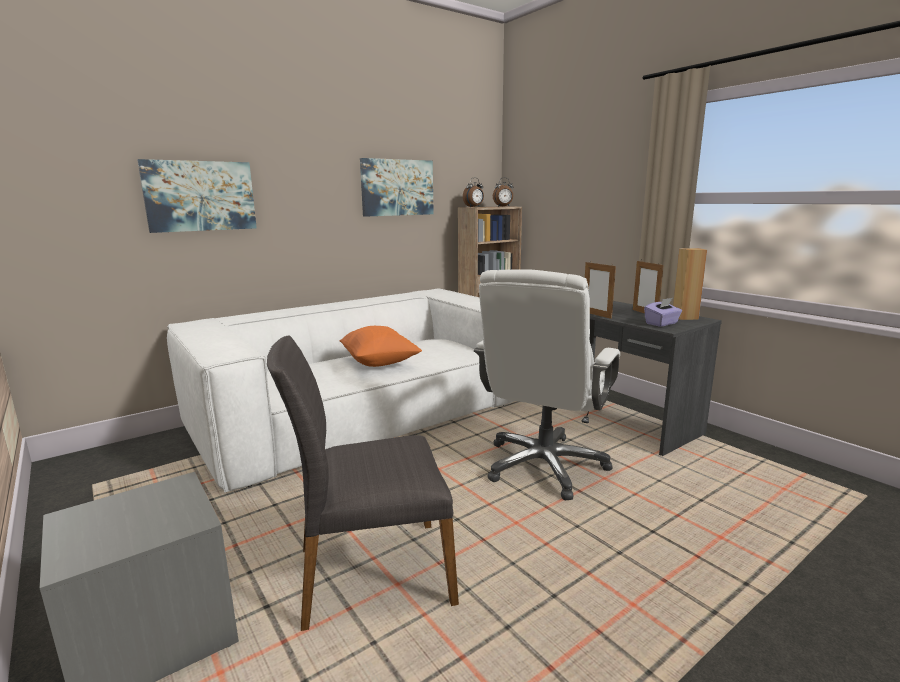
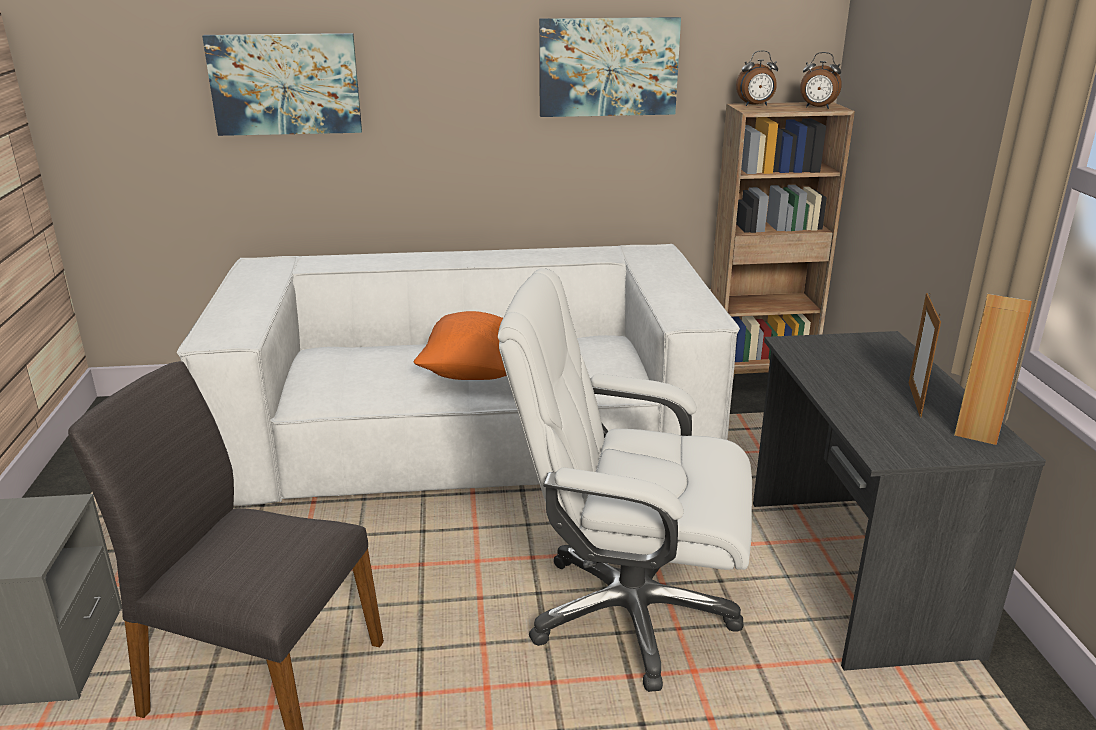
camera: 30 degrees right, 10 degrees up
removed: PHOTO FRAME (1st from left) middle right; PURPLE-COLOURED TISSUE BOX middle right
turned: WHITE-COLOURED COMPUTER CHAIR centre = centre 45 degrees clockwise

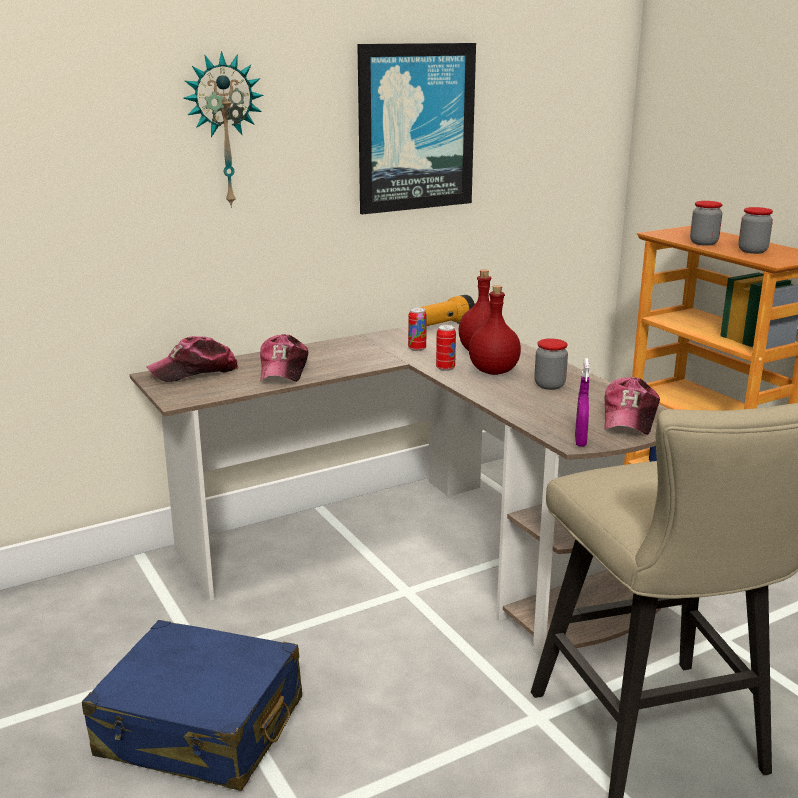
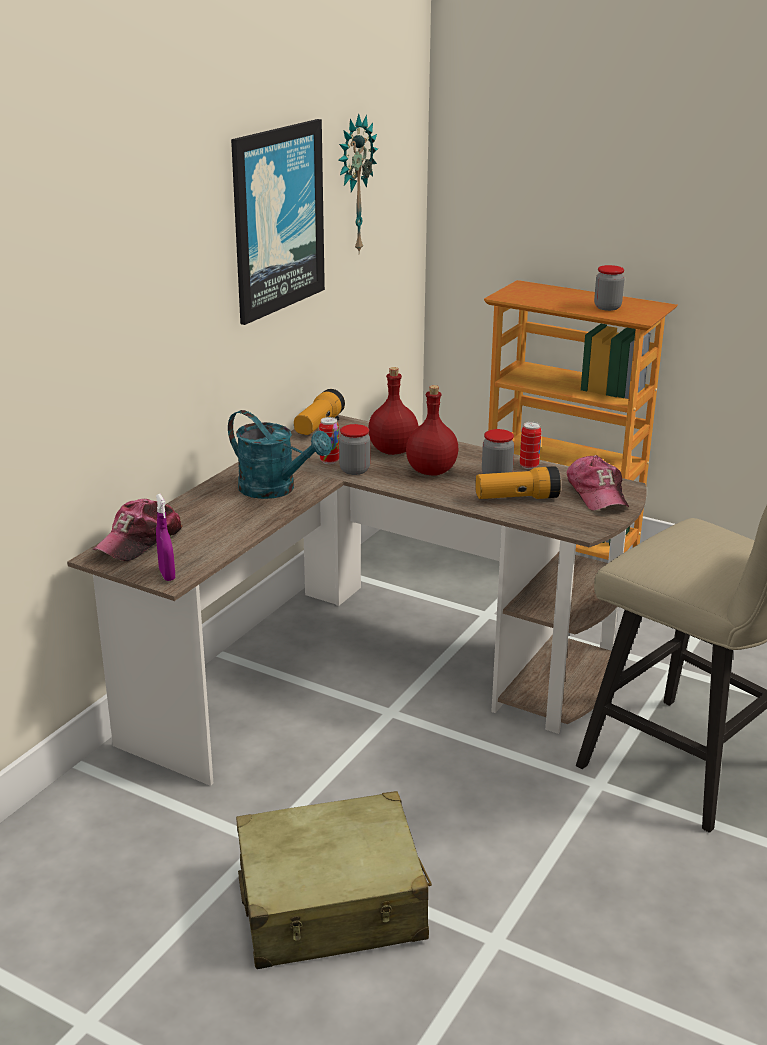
camera: 30 degrees left, 5 degrees up
removed: PEAKED CAP (2nd from left) centre
added: TURQUOISE WATERING CAN centre; TORCH (2nd from left) middle right
moved: WALL CLOCK top left to top centre; CAN (2nd from left) centre to middle right; PURPLE-COLOURED SPRAYER middle right to middle left; JAR (2nd from left in the first image) top right to JAR (1st from left) centre
recoloured: BLUISH PIECE OF LUGGAGE bottom left to BEIGE-COLOURED PIECE OF LUGGAGE bottom centre

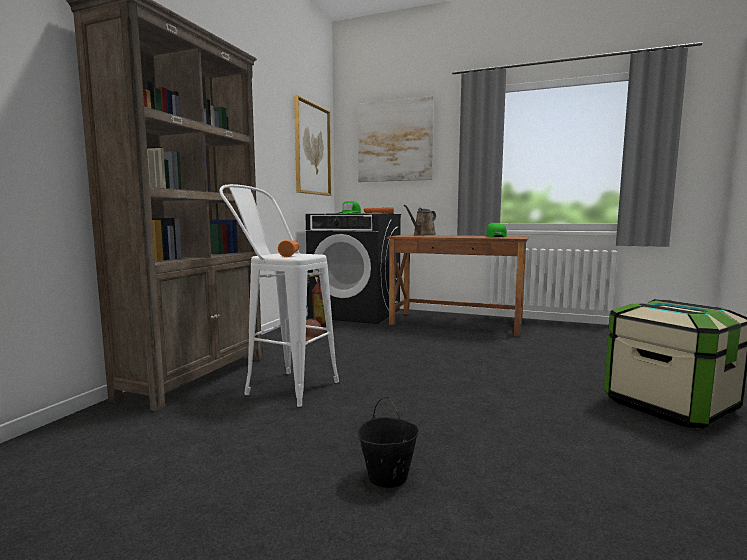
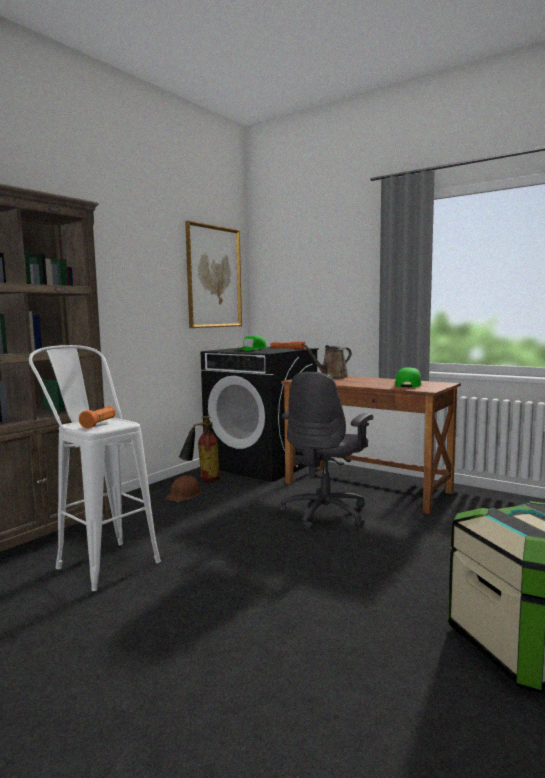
camera: 15 degrees right, 0 degrees up
removed: PICTURE (2nd from left) top centre; BLACK-COLOURED BUCKET bottom centre
added: GREYISH COMPUTER CHAIR centre

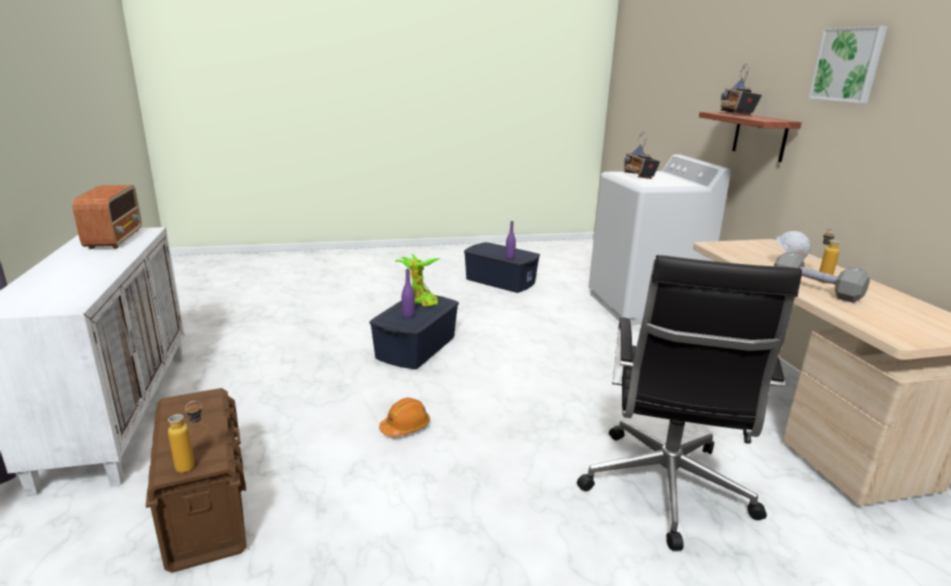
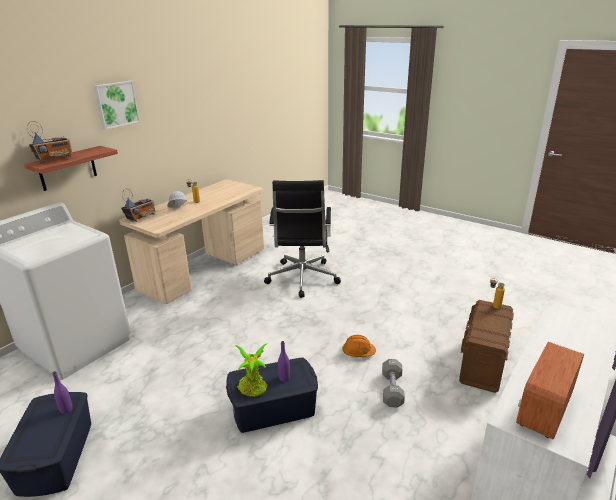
camera: 130 degrees left, 5 degrees up
moved: RADIO RECEIVER (2nd from left) top right to middle left; GREYISH FREE WEIGHT middle right to bottom centre
turned: BLACK-COLOURED COMPUTER CHAIR bottom right = centre 120 degrees clockwise

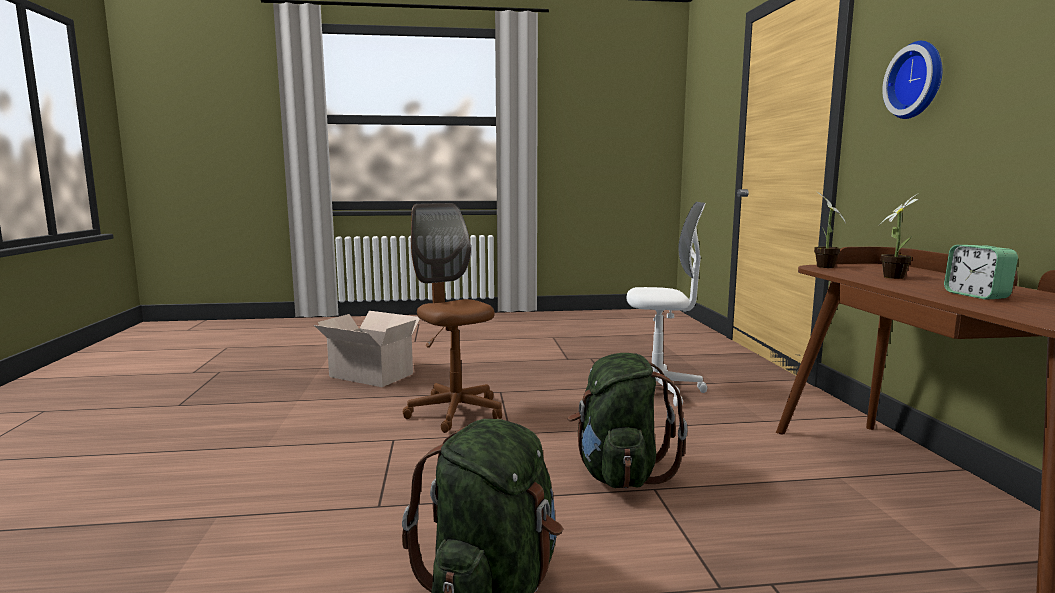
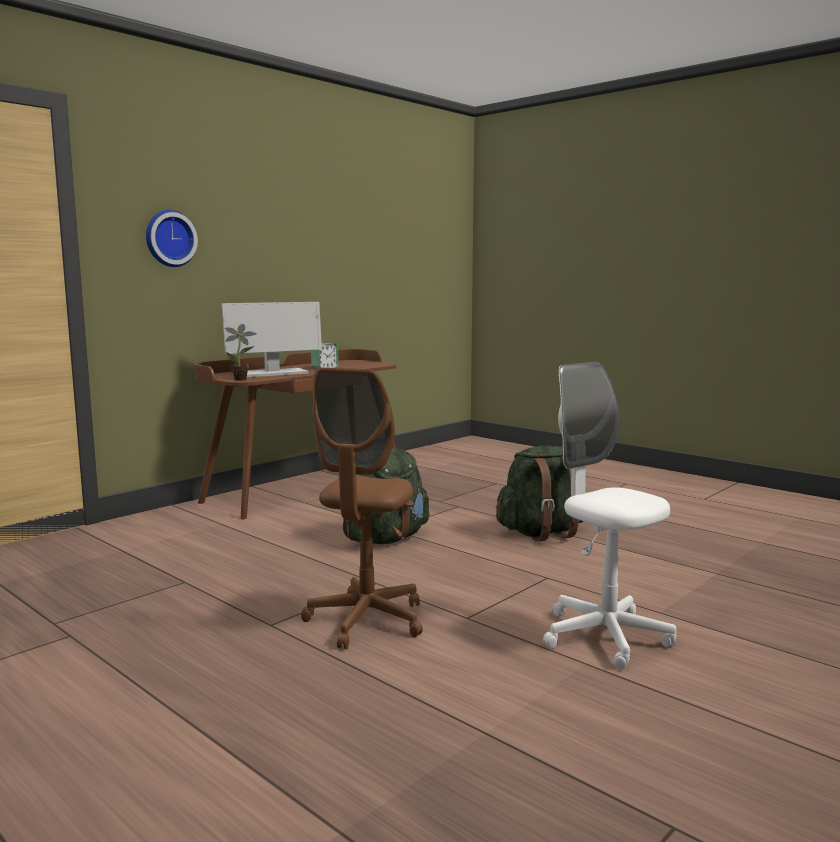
camera: 130 degrees left, 0 degrees up
removed: PACKING BOX centre
moved: WHITE-COLOURED COMPUTER CHAIR centre to middle right
replaced: PLANT IN A POT (2nd from left) middle right to COMPUTER DISPLAY middle left

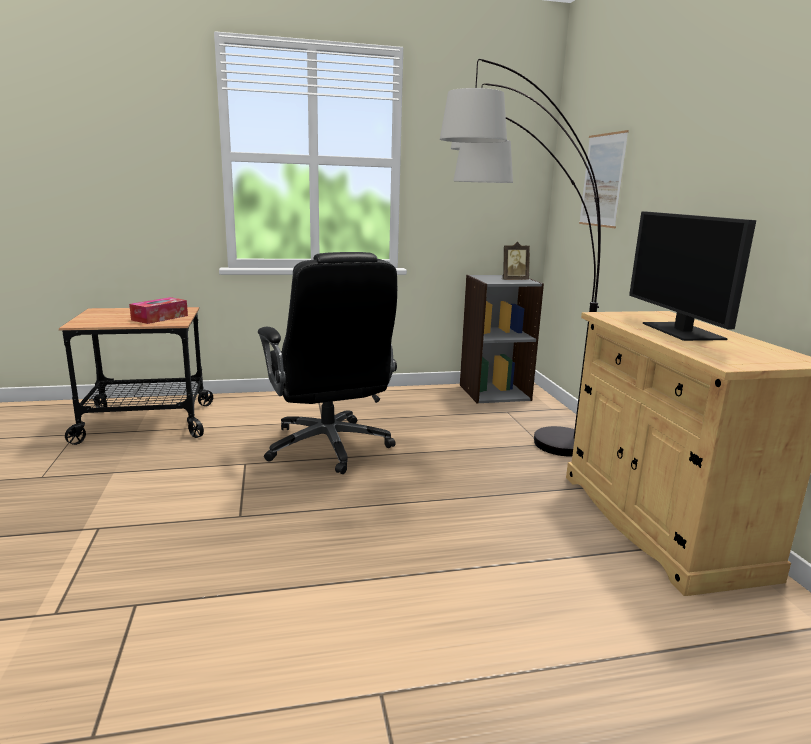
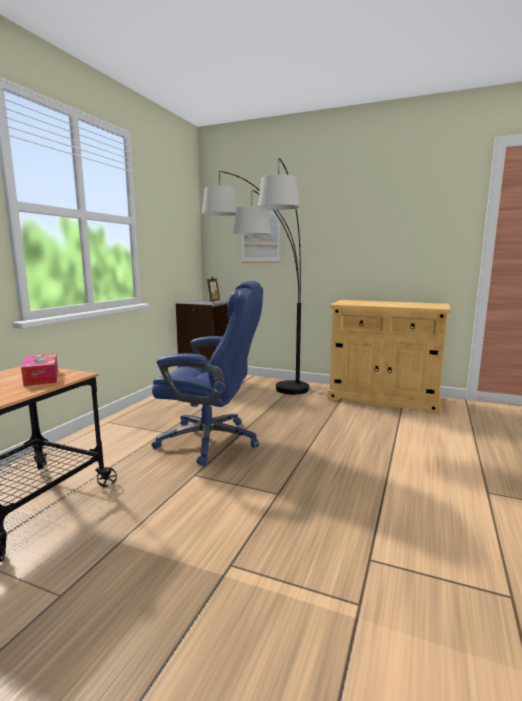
camera: 55 degrees left, 5 degrees down
removed: COMPUTER DISPLAY middle right
recoloured: BLACK-COLOURED COMPUTER CHAIR centre to BLUISH COMPUTER CHAIR centre

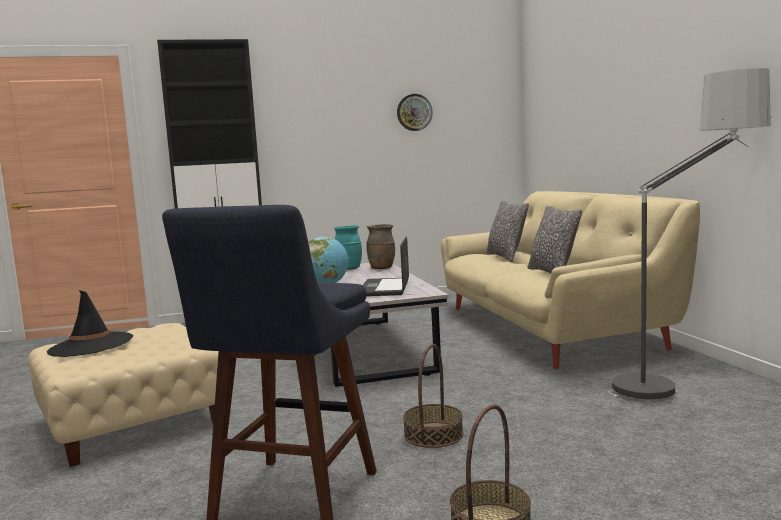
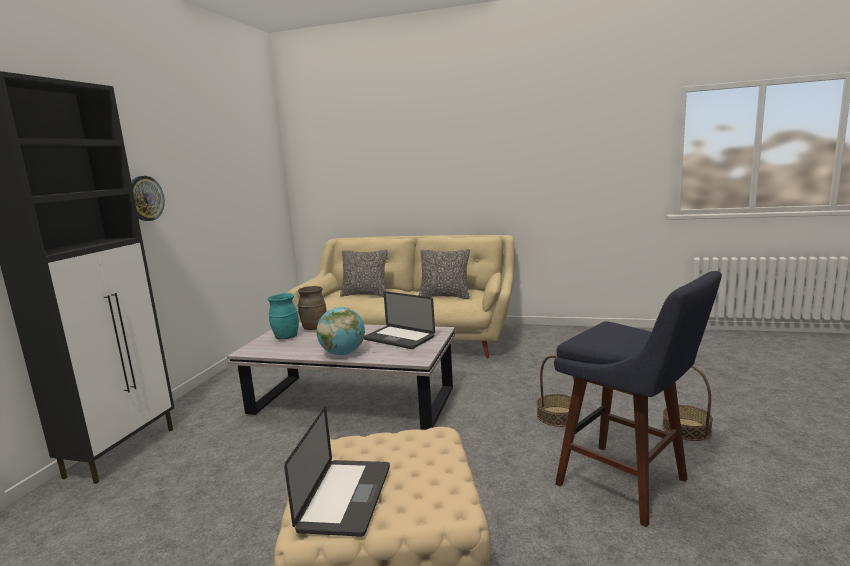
camera: 60 degrees left, 5 degrees up
removed: STANDING LAMP middle right
moved: WALL CLOCK top centre to middle left
replaced: BLACK-COLOURED WEARABLE HAT middle left to LAPTOP (1st from left) bottom centre

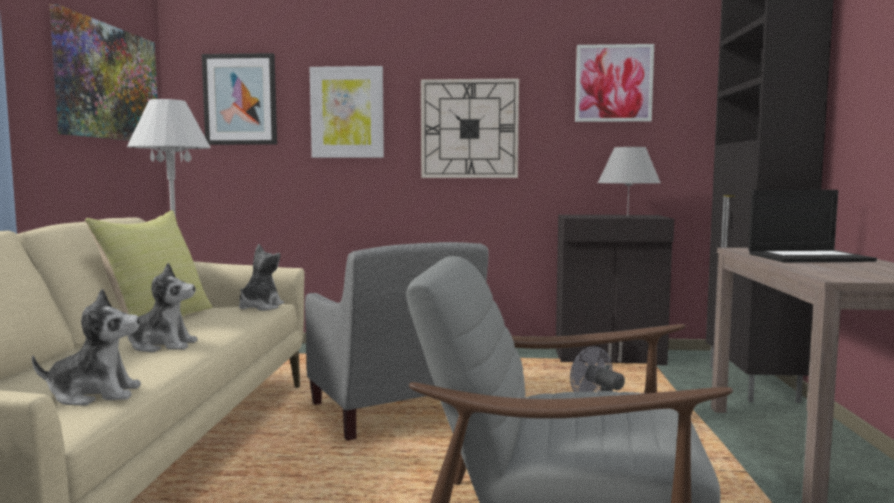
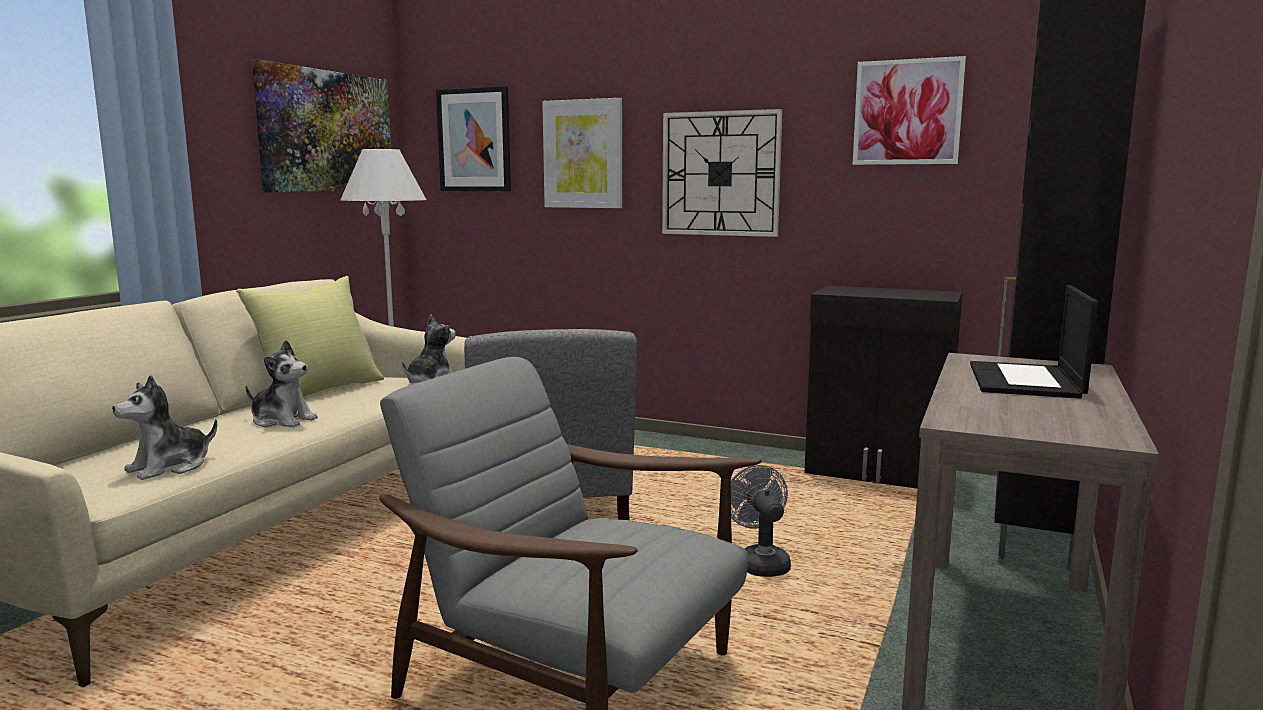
camera: 20 degrees right, 5 degrees up
removed: GREYISH LAMP FOR A TABLE middle right
turned: SOFT TOY (1st from left) bottom left = middle left 120 degrees clockwise; LAPTOP middle right = middle right 90 degrees clockwise

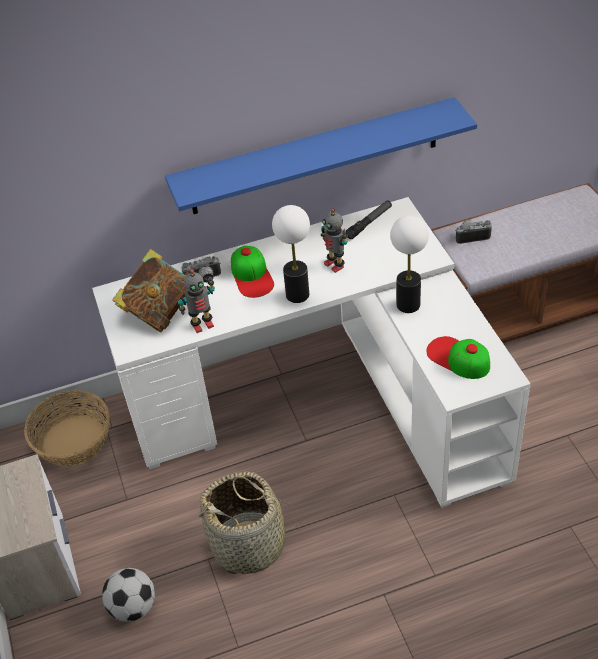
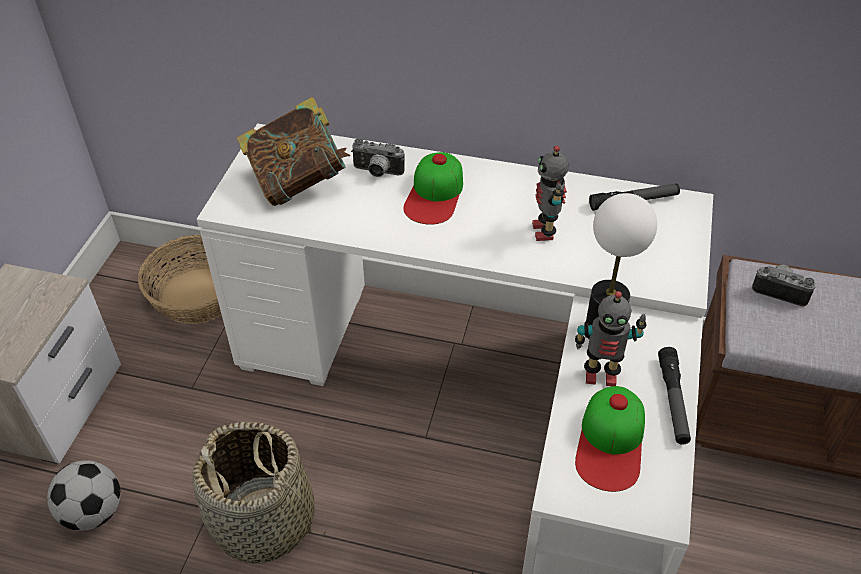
camera: 30 degrees right, 0 degrees up
removed: BLUISH SHELF top centre; LAMP FOR A TABLE (1st from left) centre
added: TORCH (2nd from left) bottom right
moved: ROBOT FIGURE (1st from left in the first image) middle left to ROBOT FIGURE (2nd from left) middle right
turned: PEAKED CAP (2nd from left) middle right = bottom right 150 degrees counterclockwise

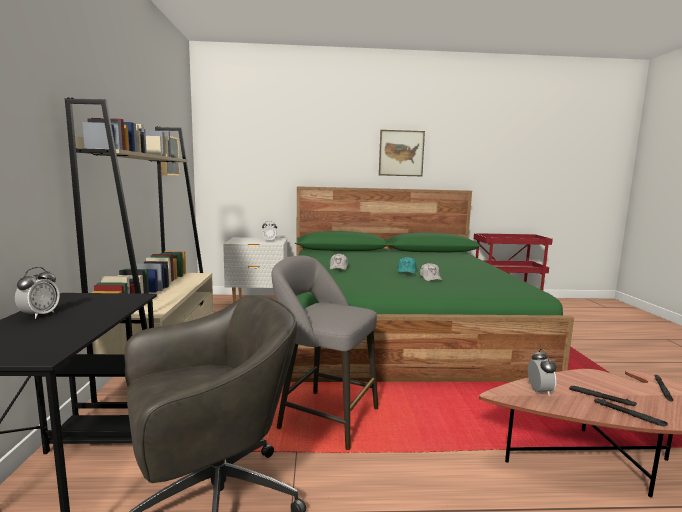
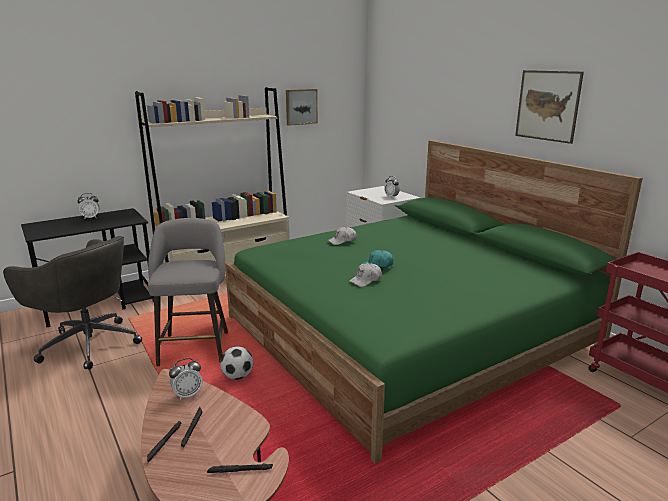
camera: 60 degrees right, 10 degrees up
added: FOOTBALL bottom centre

